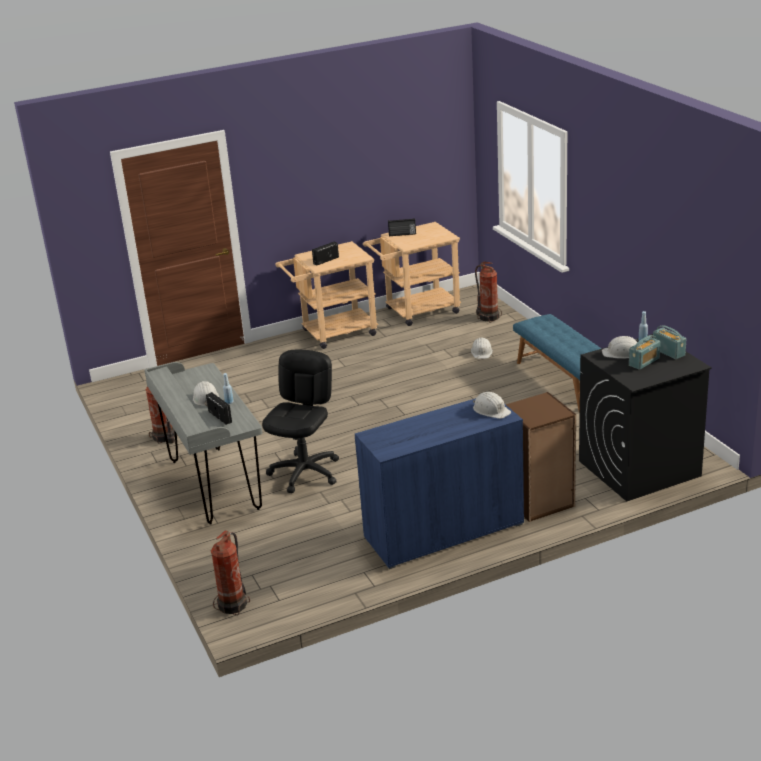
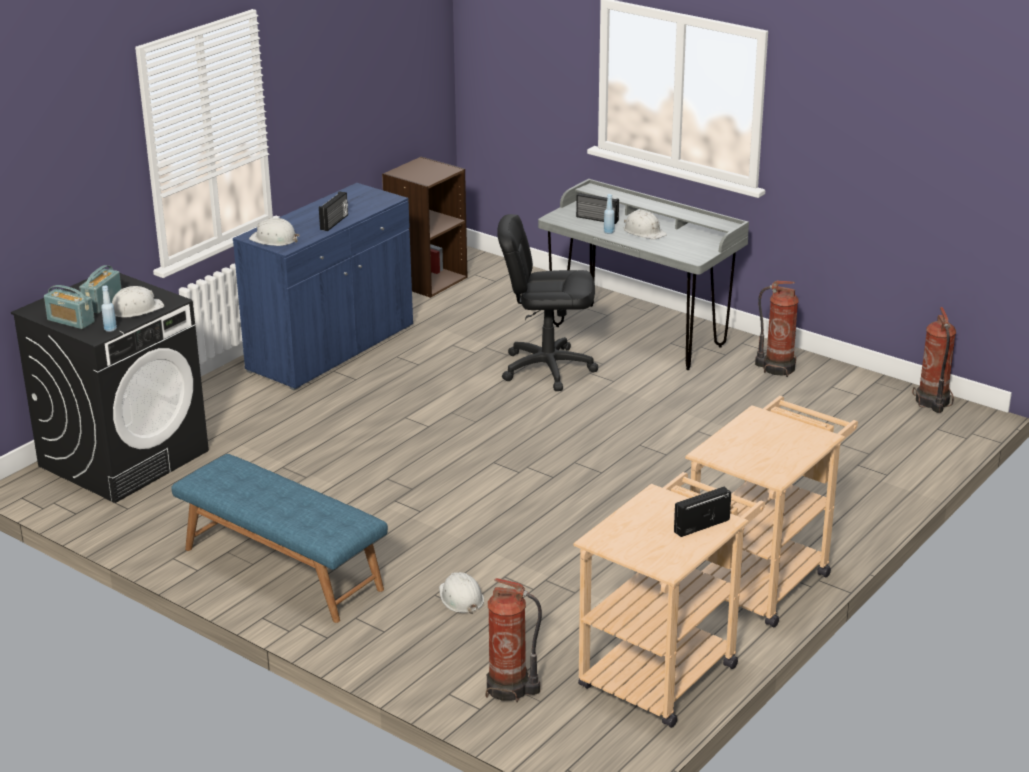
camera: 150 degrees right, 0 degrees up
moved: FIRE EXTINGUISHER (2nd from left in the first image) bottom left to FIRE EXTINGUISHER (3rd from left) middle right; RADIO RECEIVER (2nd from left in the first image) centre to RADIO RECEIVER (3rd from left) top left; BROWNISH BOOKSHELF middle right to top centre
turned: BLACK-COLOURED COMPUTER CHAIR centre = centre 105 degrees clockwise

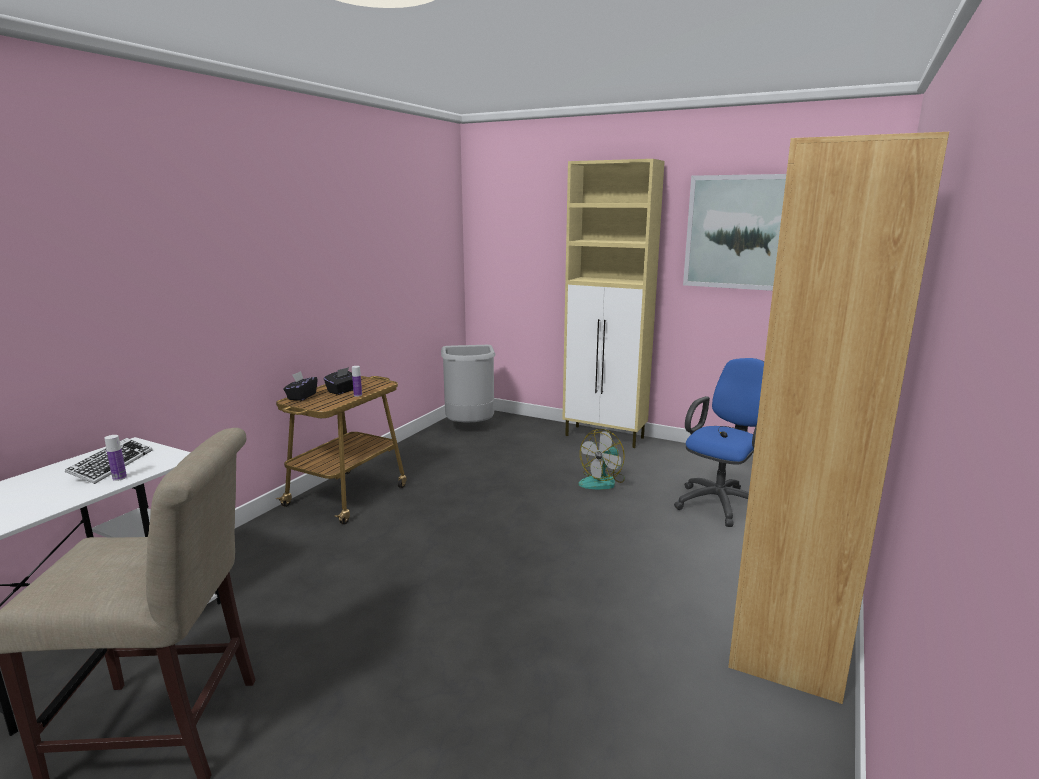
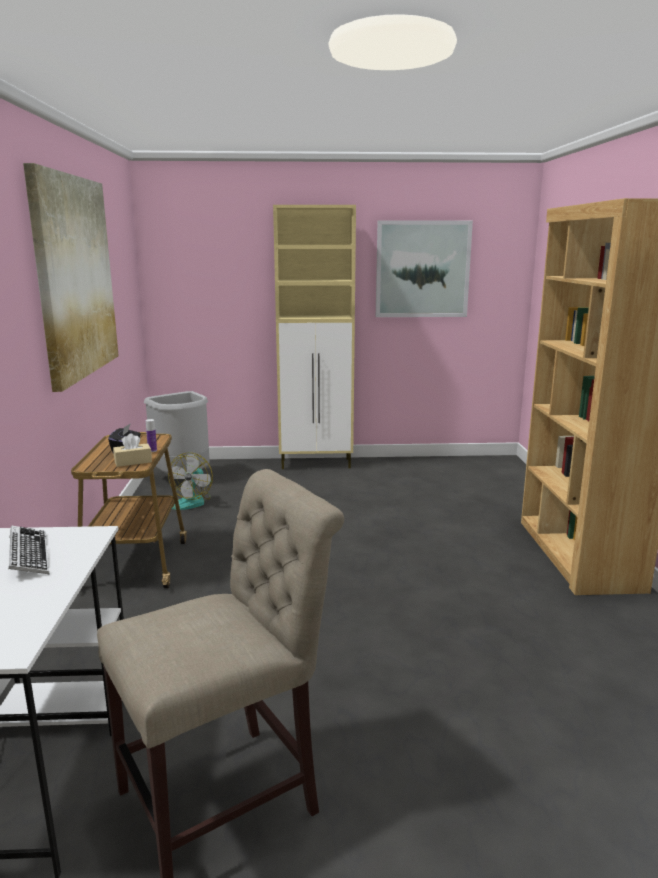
camera: 30 degrees left, 0 degrees up
removed: BOTTLE (1st from left) middle left; BLACK-COLOURED TISSUE BOX (1st from left) middle left; BLUISH COMPUTER CHAIR middle right
added: PICTURE (1st from left) top left; BEIGE-COLOURED TISSUE BOX middle left
moved: COOLING FAN centre to middle left

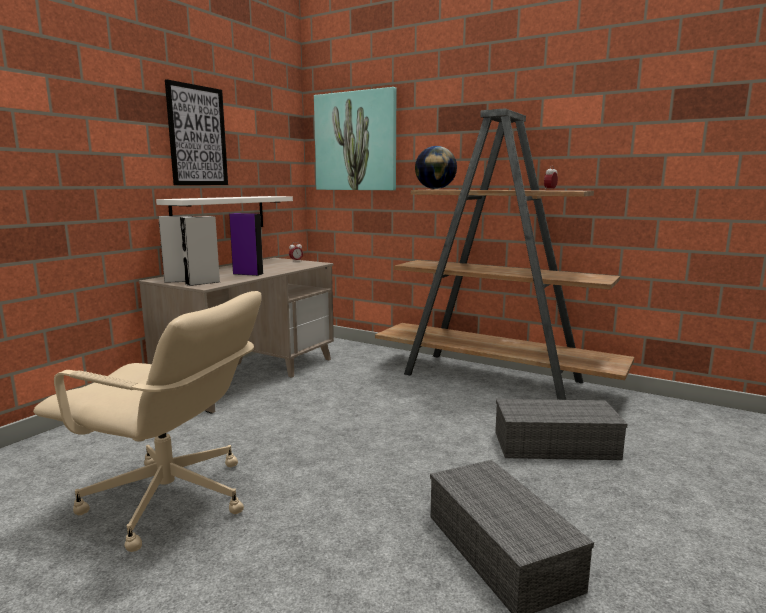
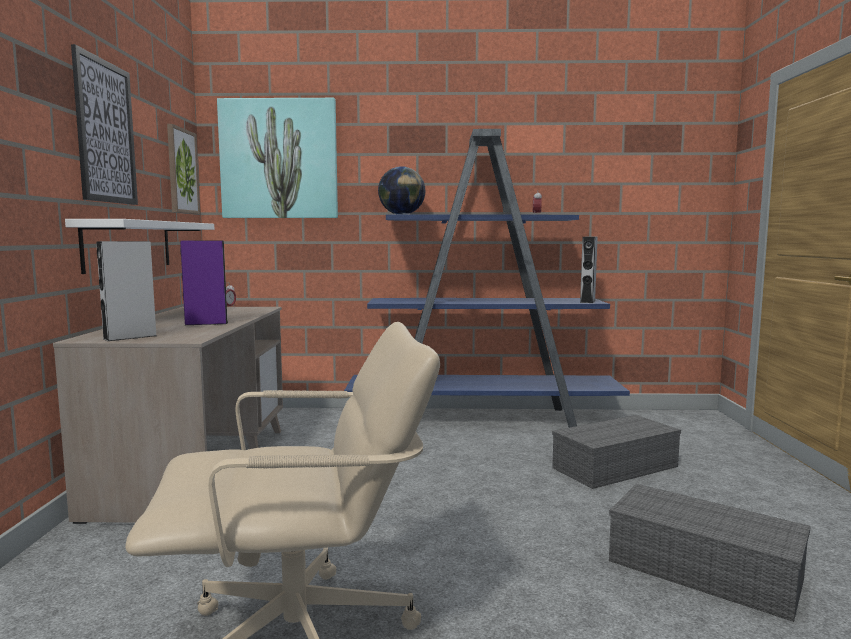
camera: 30 degrees left, 5 degrees down
added: PICTURE (2nd from left) top left
moved: GREYISH SPEAKER (2nd from left) middle left to middle right
recoloured: BROWNISH BOOKSHELF centre to BLUISH BOOKSHELF centre

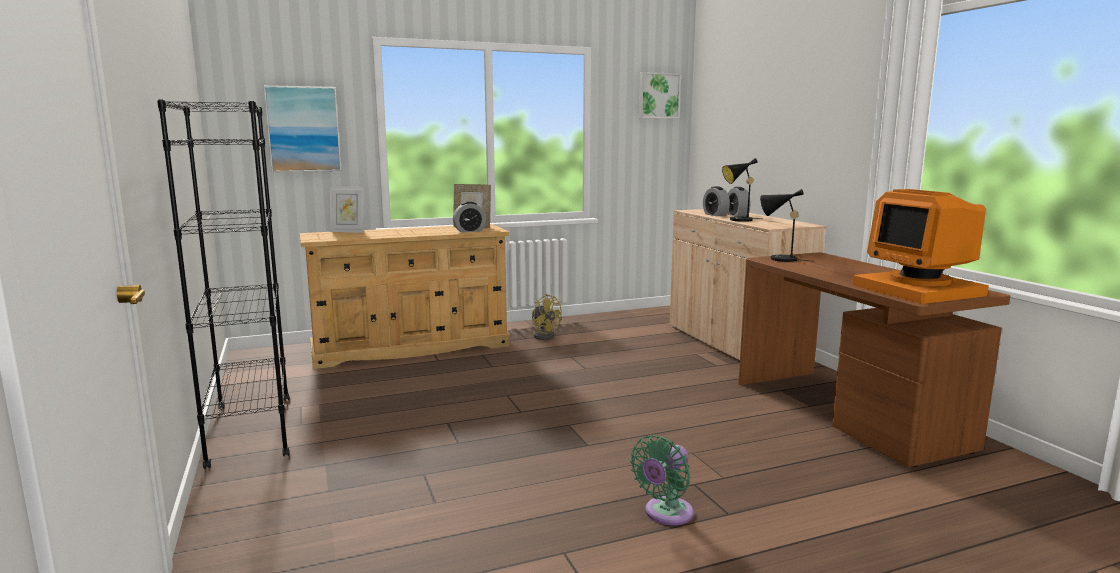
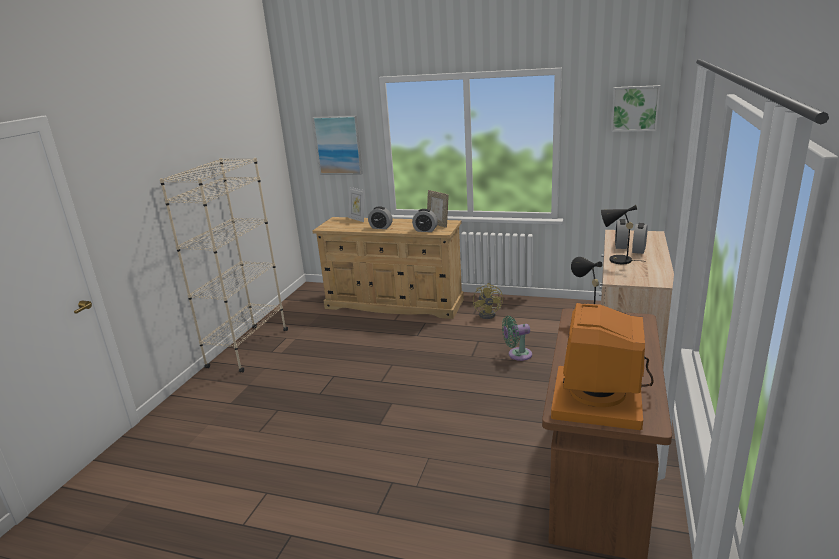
camera: 40 degrees right, 10 degrees up
added: BEDSIDE CLOCK (1st from left) centre
moved: GREEN-COLOURED COOLING FAN bottom centre to centre
recoloured: BLACK-COLOURED BOOKSHELF middle left to BEIGE-COLOURED BOOKSHELF middle left

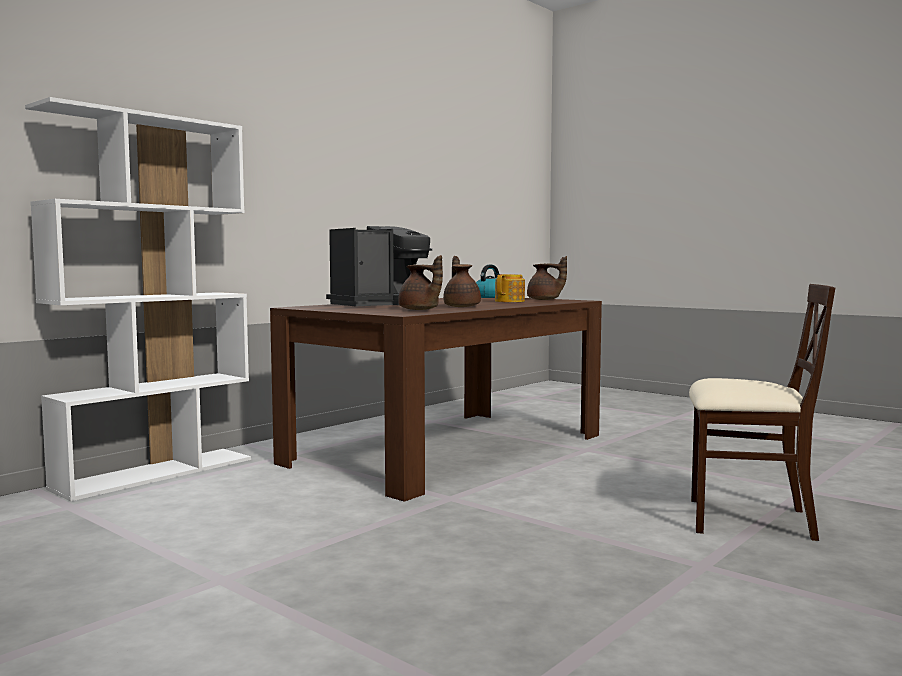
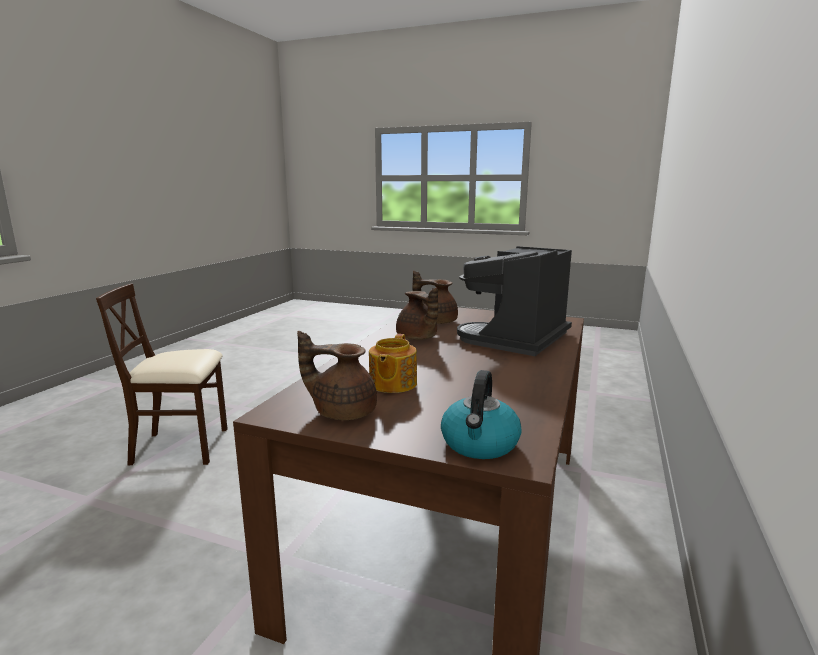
camera: 160 degrees right, 10 degrees up
removed: WHITE-COLOURED BOOKSHELF middle left

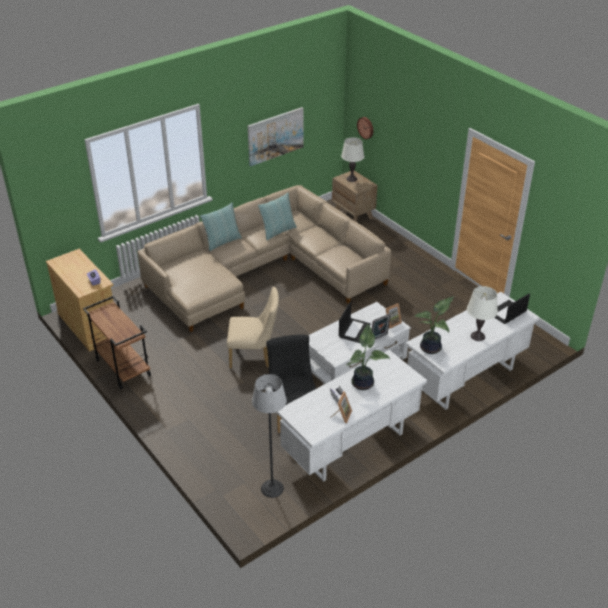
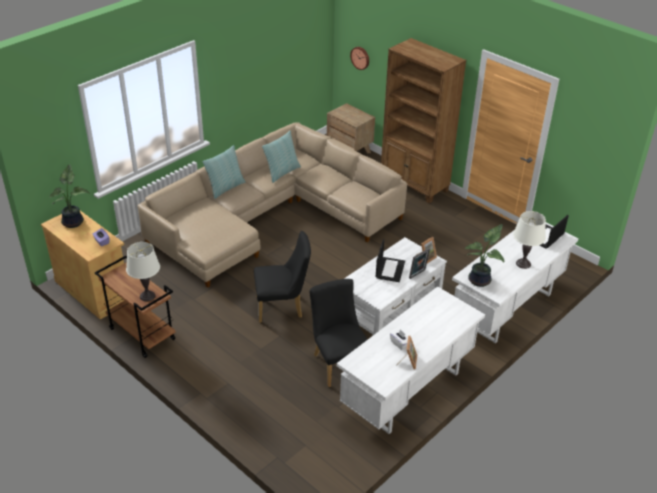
camera: 10 degrees left, 0 degrees up
removed: PICTURE top centre; STANDING LAMP bottom centre
added: BROWNISH BOOKSHELF top centre
moved: WHITE-COLOURED LAMP FOR A TABLE (1st from left) top centre to middle left; PLANT IN A POT (1st from left) centre to middle left
recoloured: BEIGE-COLOURED PLAIN CHAIR centre to BLACK-COLOURED PLAIN CHAIR (1st from left) centre

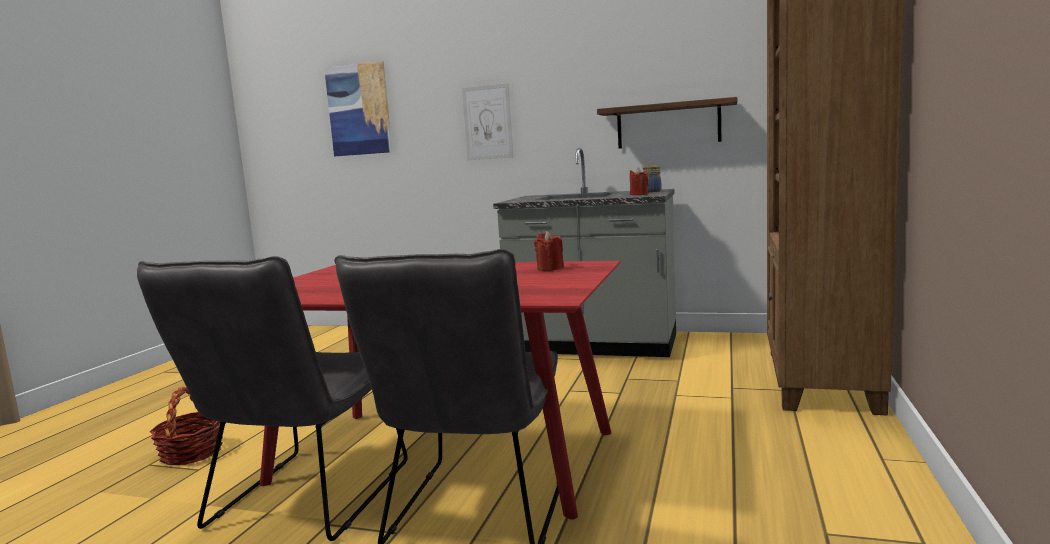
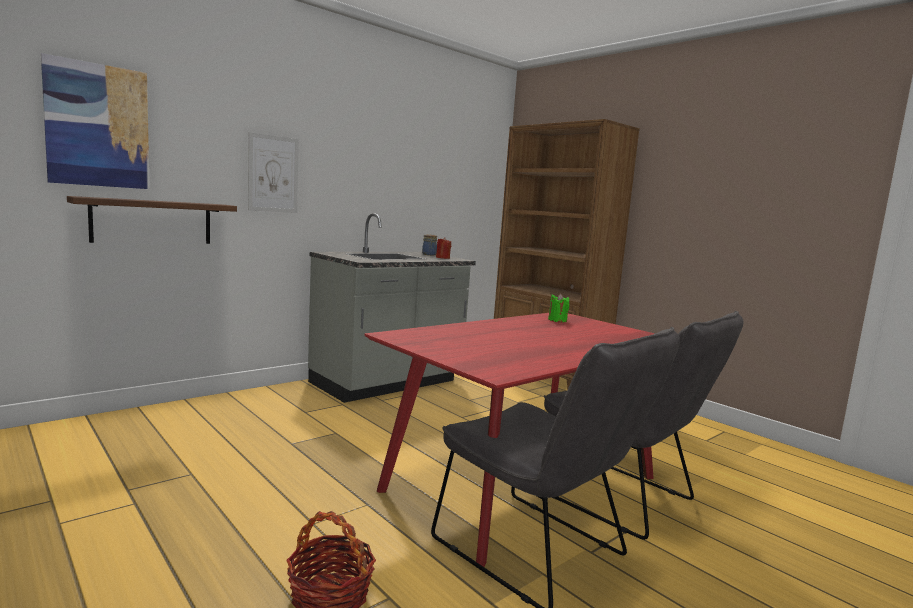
camera: 60 degrees left, 0 degrees up
moved: SHELF top centre to middle left
recoloured: RED WAX LIGHT (1st from left) centre to GREEN-COLOURED WAX LIGHT centre

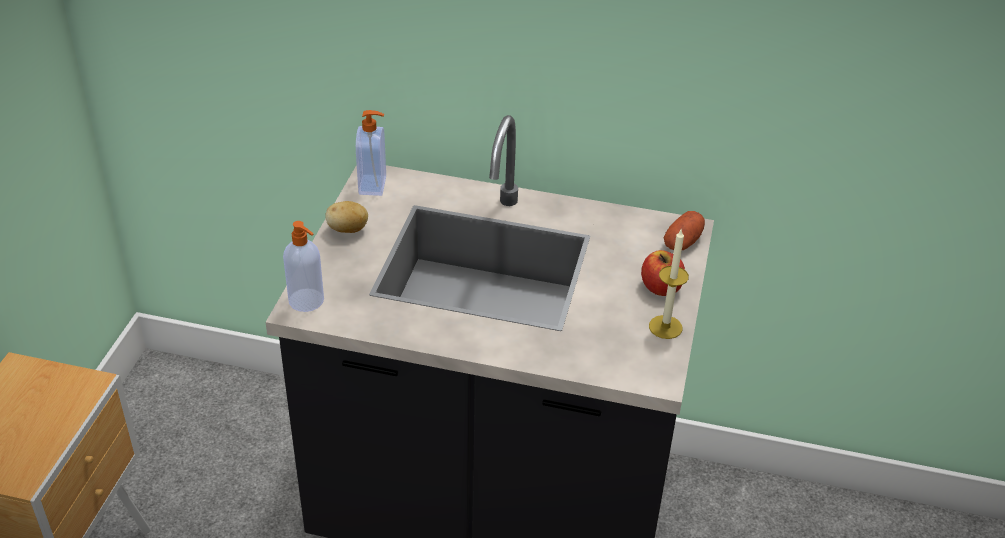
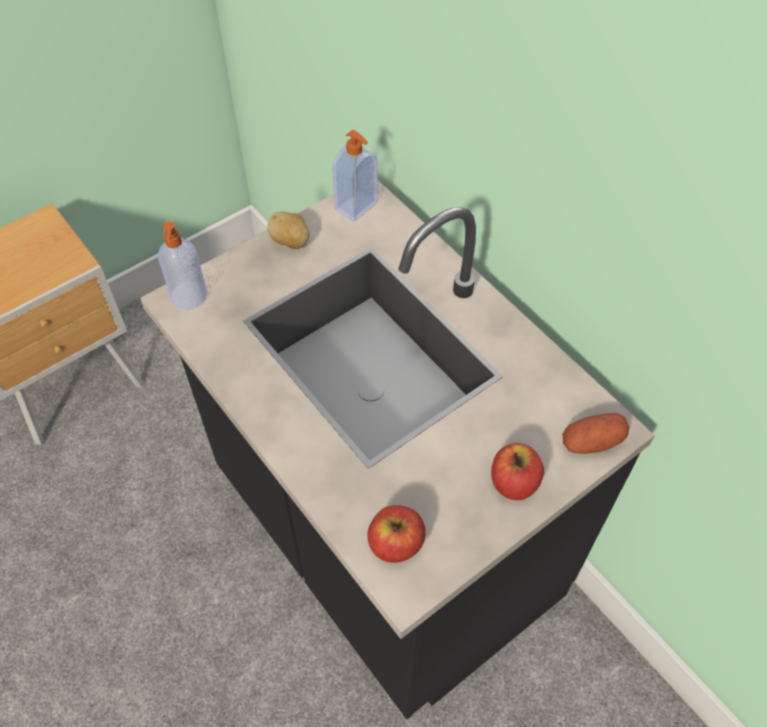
camera: 40 degrees right, 15 degrees up
removed: WAX LIGHT centre
added: APPLE (1st from left) bottom centre

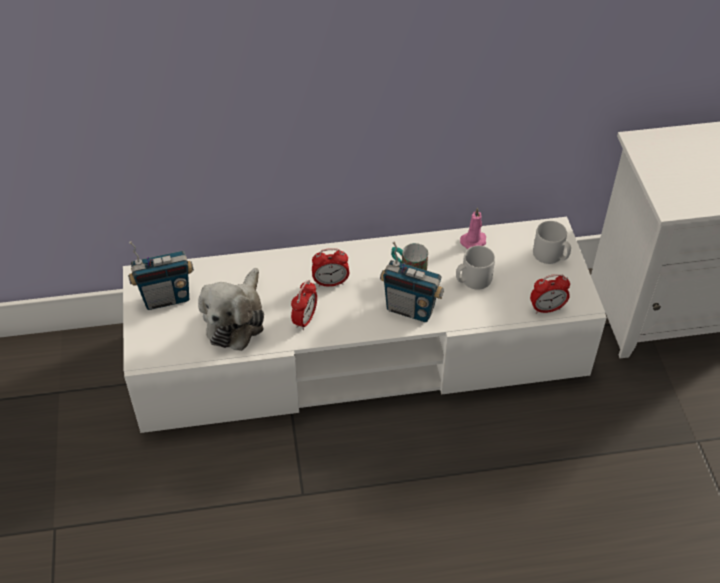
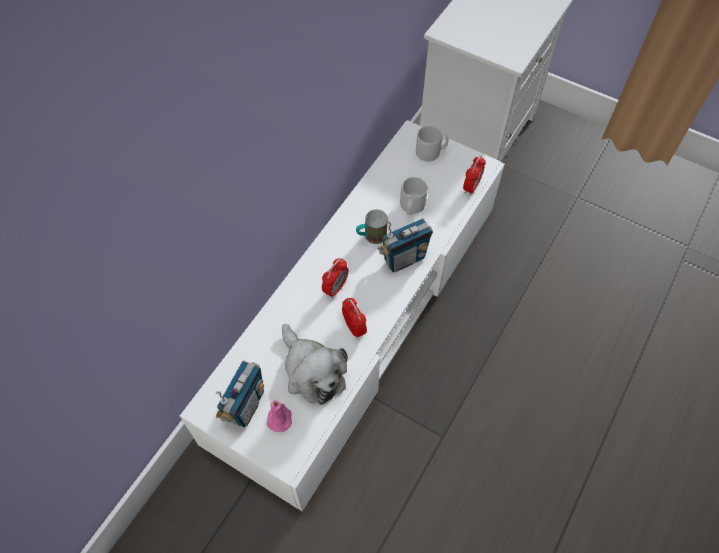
camera: 50 degrees left, 10 degrees up
moved: PINK WAX LIGHT centre to bottom centre

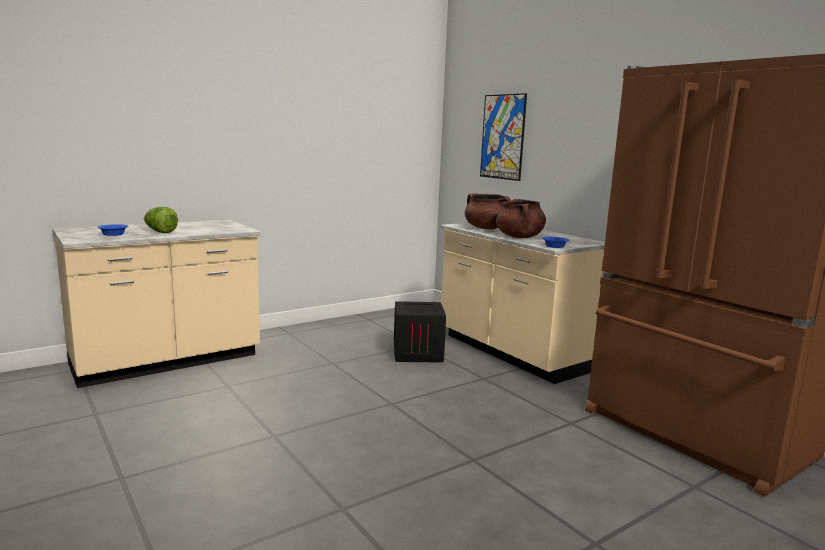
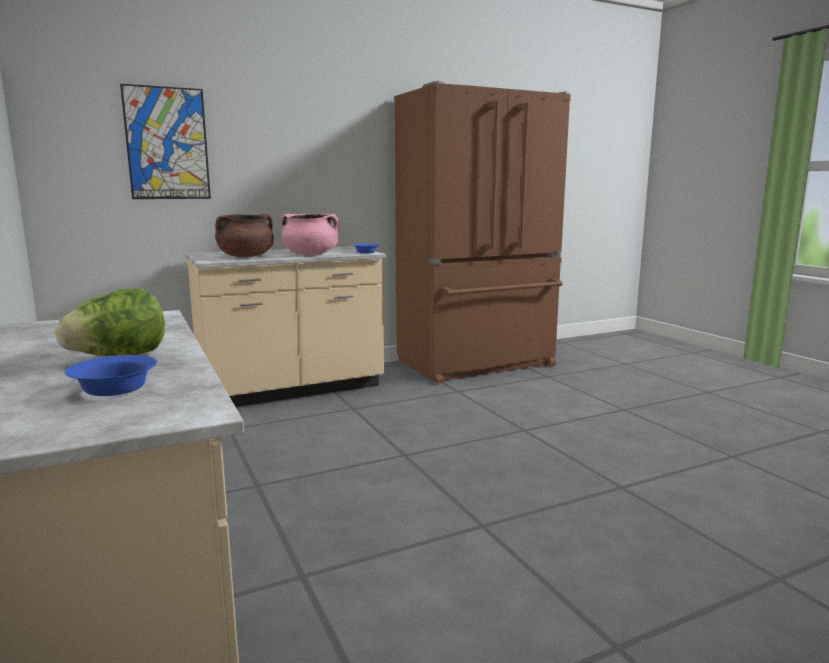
camera: 80 degrees left, 0 degrees up
removed: PACKING CRATE centre
recoloured: BROWNISH STOCKPOT (2nd from left) centre to PINK STOCKPOT centre

